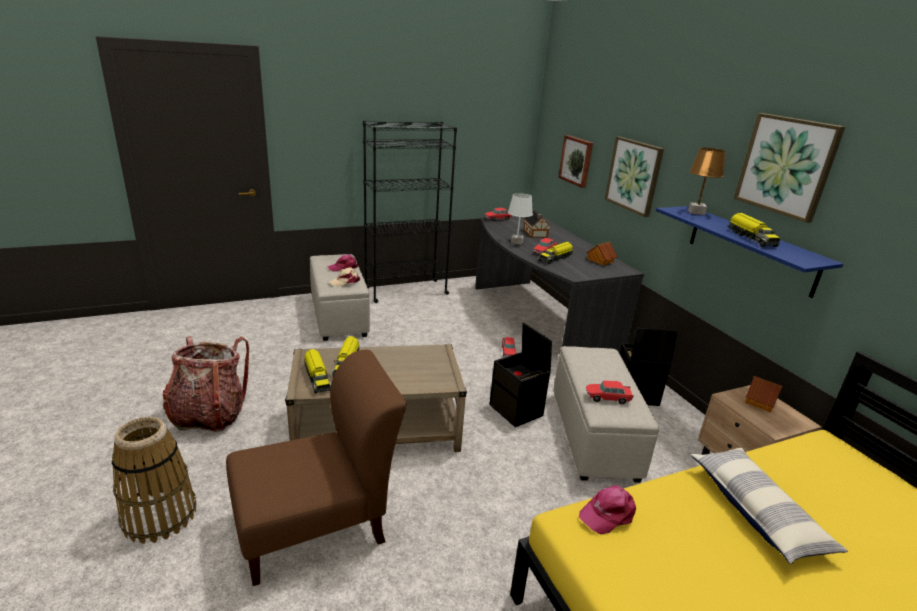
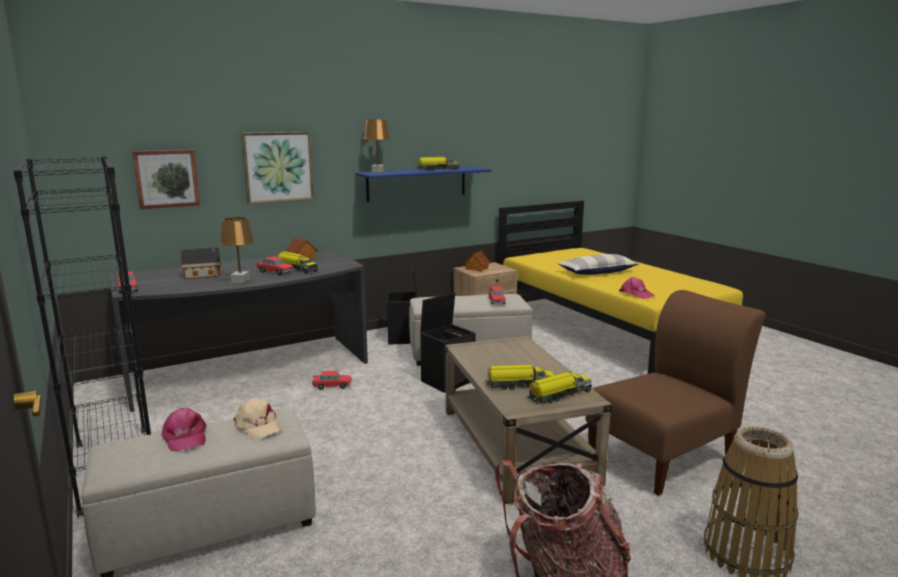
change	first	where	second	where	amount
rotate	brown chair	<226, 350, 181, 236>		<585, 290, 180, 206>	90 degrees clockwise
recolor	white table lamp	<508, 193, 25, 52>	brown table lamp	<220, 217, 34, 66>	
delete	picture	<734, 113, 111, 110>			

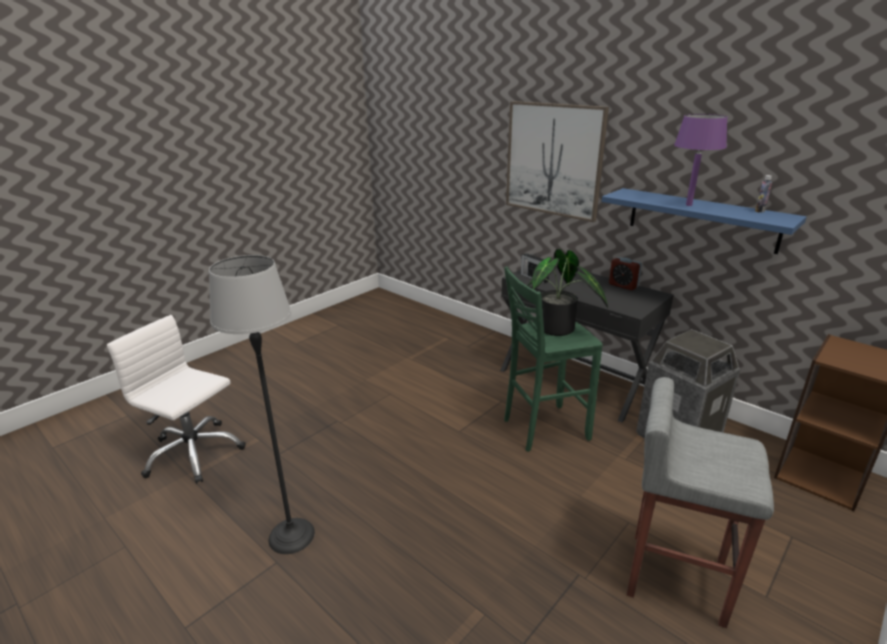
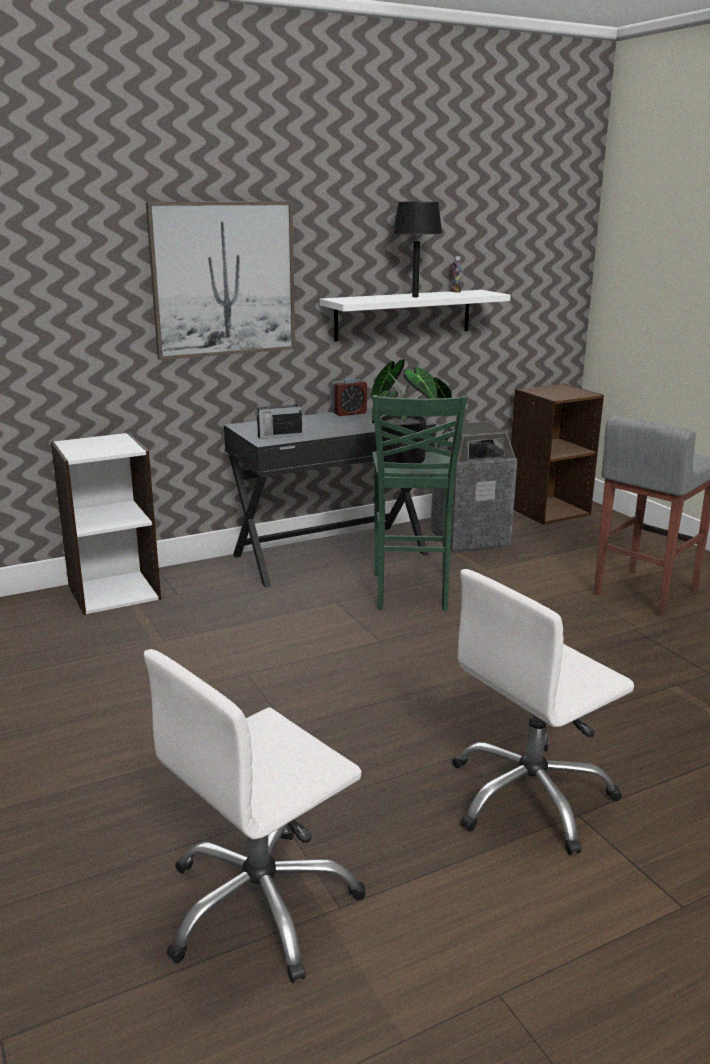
change	first	where	second	where	amount
replace	floor lamp	<209, 255, 106, 299>	white office chair	<452, 569, 182, 286>	
recolor	blue shelf	<602, 188, 205, 66>	white shelf	<320, 290, 191, 51>	
recolor	purple table lamp	<674, 114, 54, 92>	black table lamp	<392, 202, 50, 95>	
insert			white bookcase	<51, 433, 110, 182>	

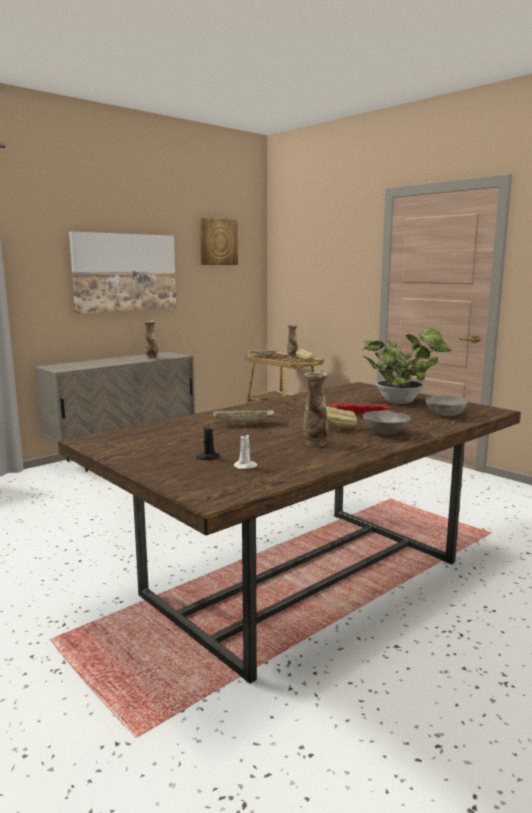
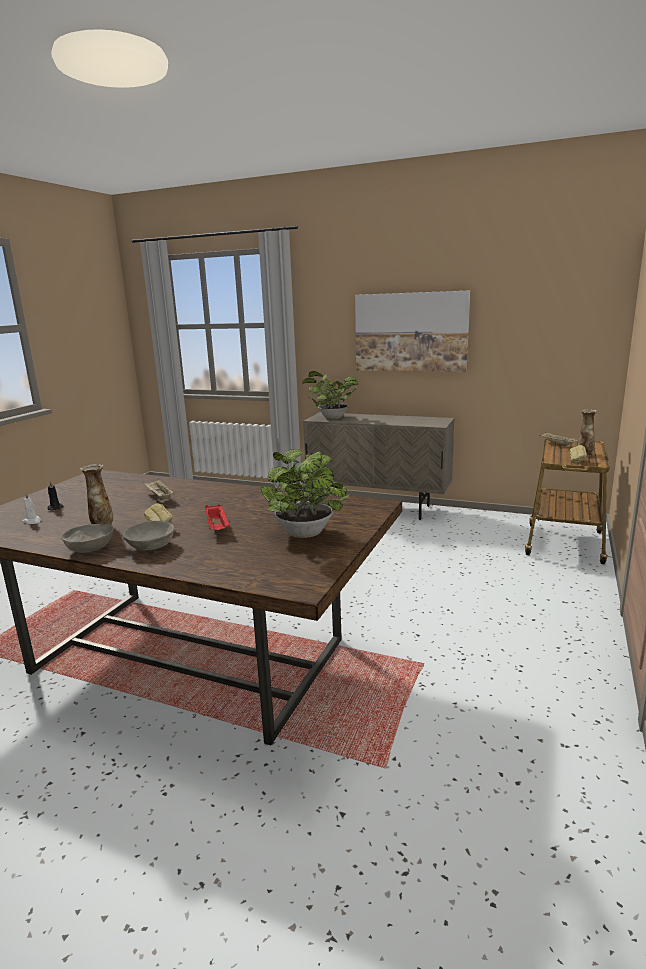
change	first	where	second	where	amount
delete	vase	<144, 321, 14, 38>			
delete	picture	<200, 218, 38, 47>			
move	grey bowl	<425, 396, 44, 20>		<62, 524, 52, 29>	
insert			potted plant	<302, 371, 57, 48>	

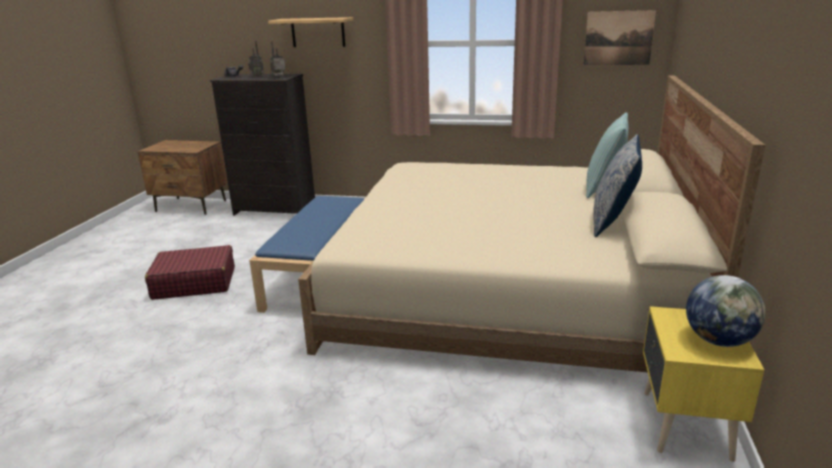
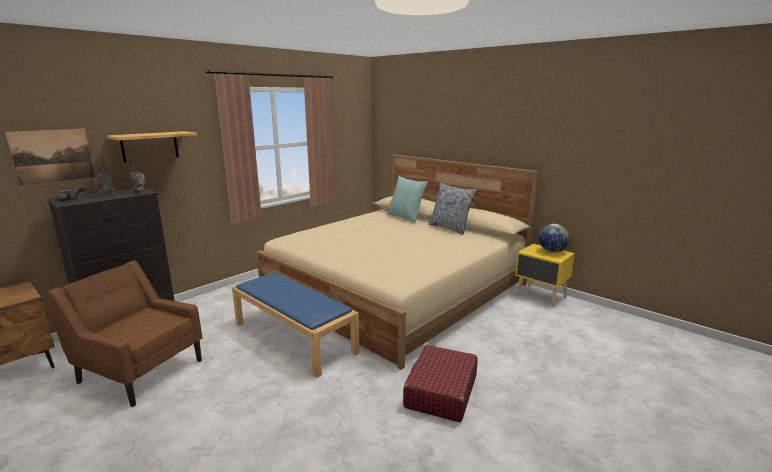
change	first	where	second	where	amount
move	red suitcase	<145, 245, 90, 55>		<403, 345, 75, 77>	
move	picture	<584, 10, 72, 55>		<5, 128, 90, 58>	
insert			brown armchair	<45, 261, 157, 146>	

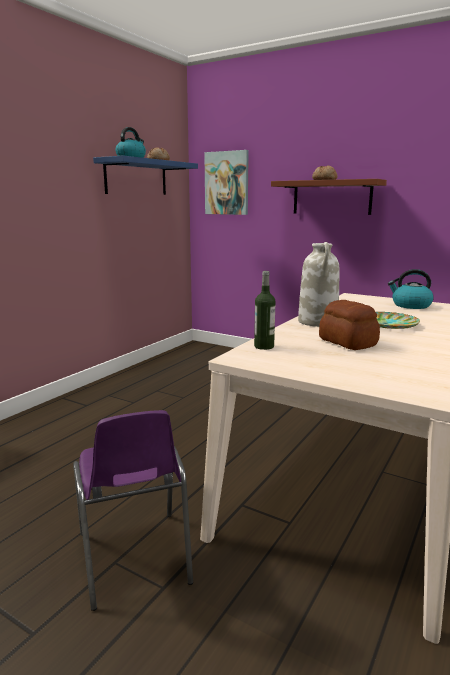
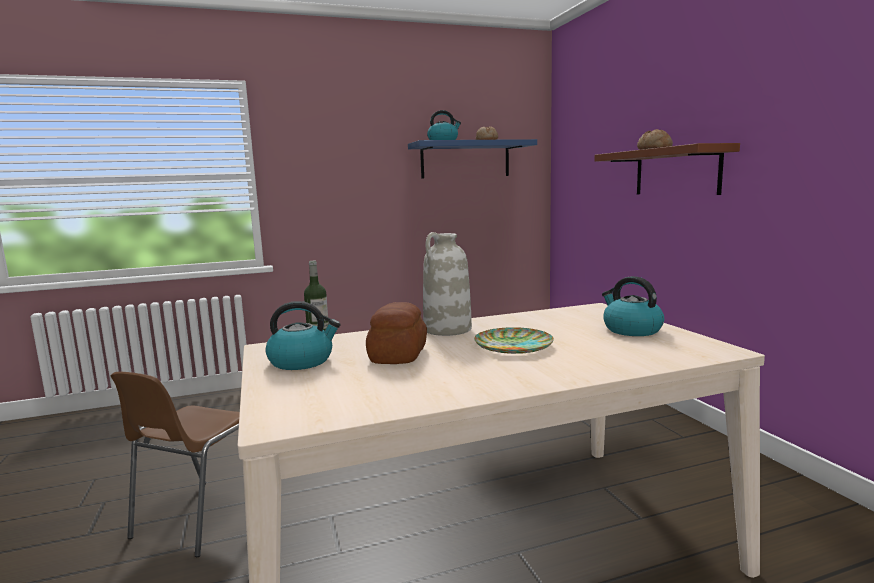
change	first	where	second	where	amount
recolor	purple chair	<73, 410, 120, 201>	brown chair	<111, 372, 129, 185>	
delete	picture	<204, 150, 45, 65>			
insert			kettle	<266, 301, 75, 69>	

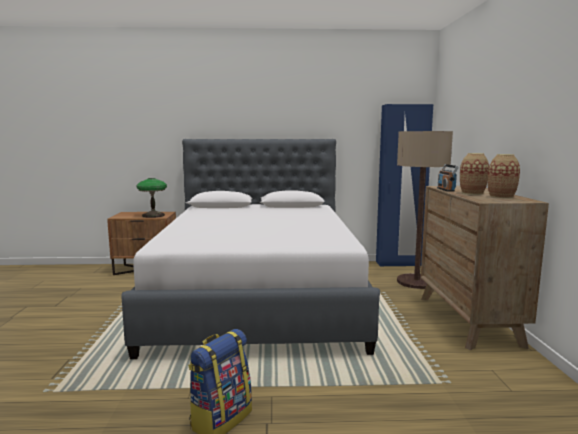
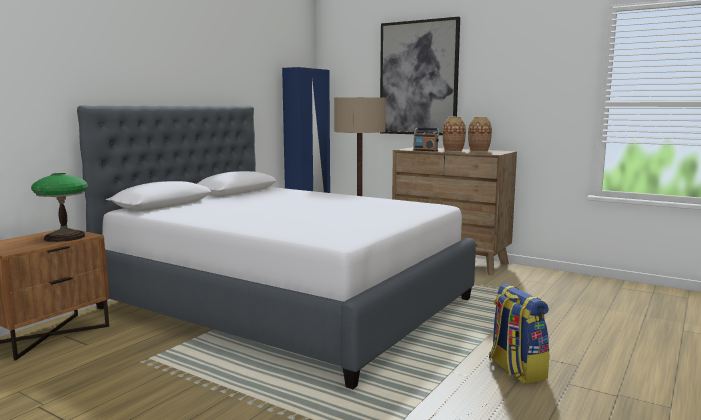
change	first	where	second	where	amount
insert			picture	<380, 17, 80, 118>	

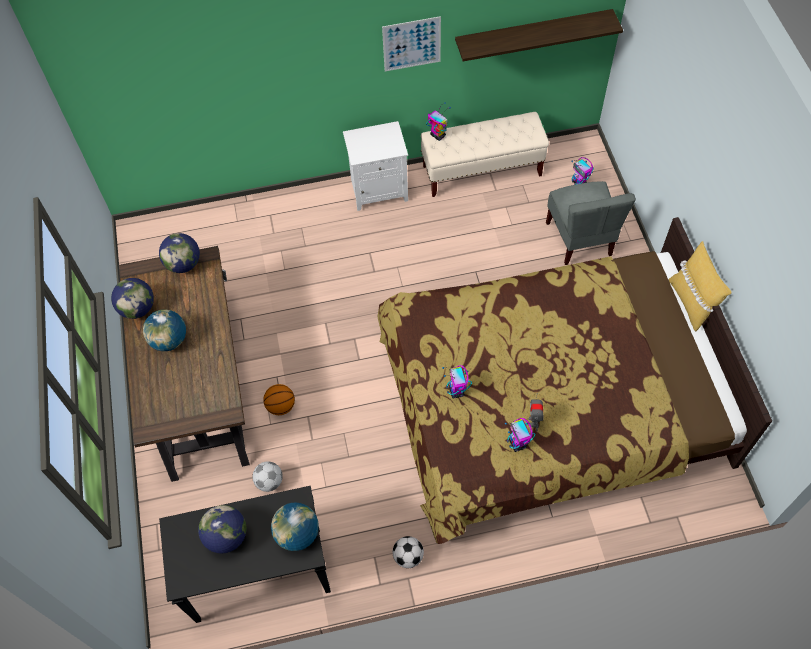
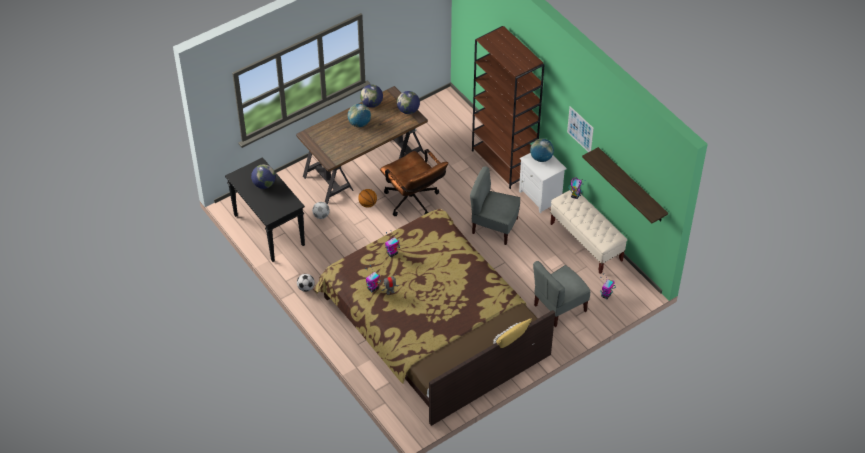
change	first	where	second	where	amount
move	globe	<271, 503, 48, 48>		<530, 138, 24, 24>	
insert			brown office chair	<380, 149, 68, 67>	
insert			grey chair	<470, 166, 50, 79>	
insert			brown bookcase	<472, 26, 73, 163>	

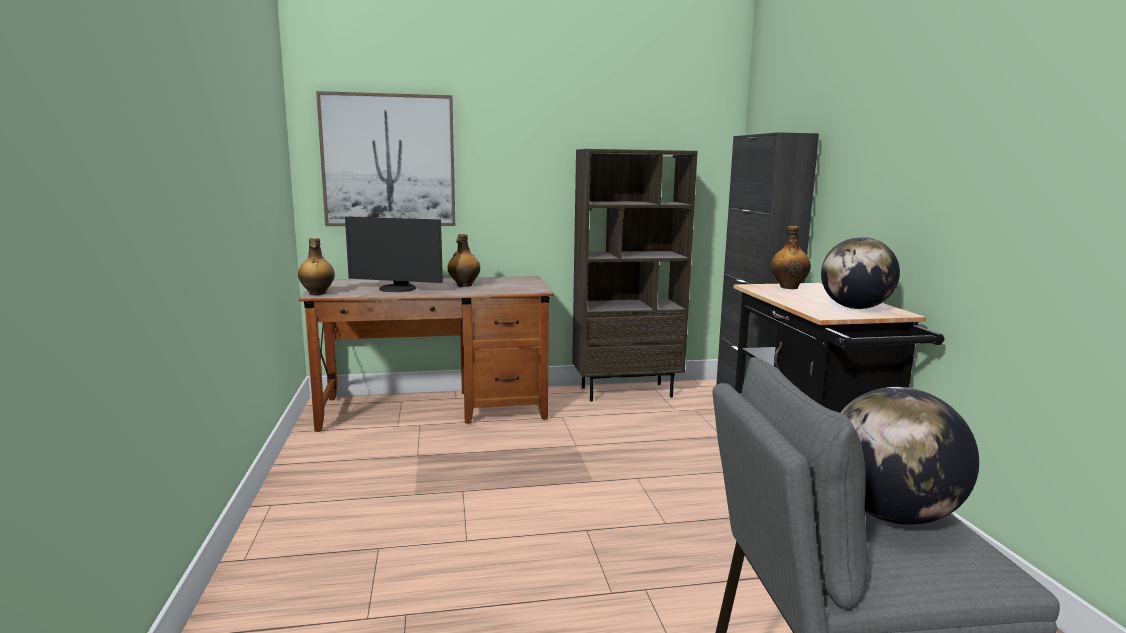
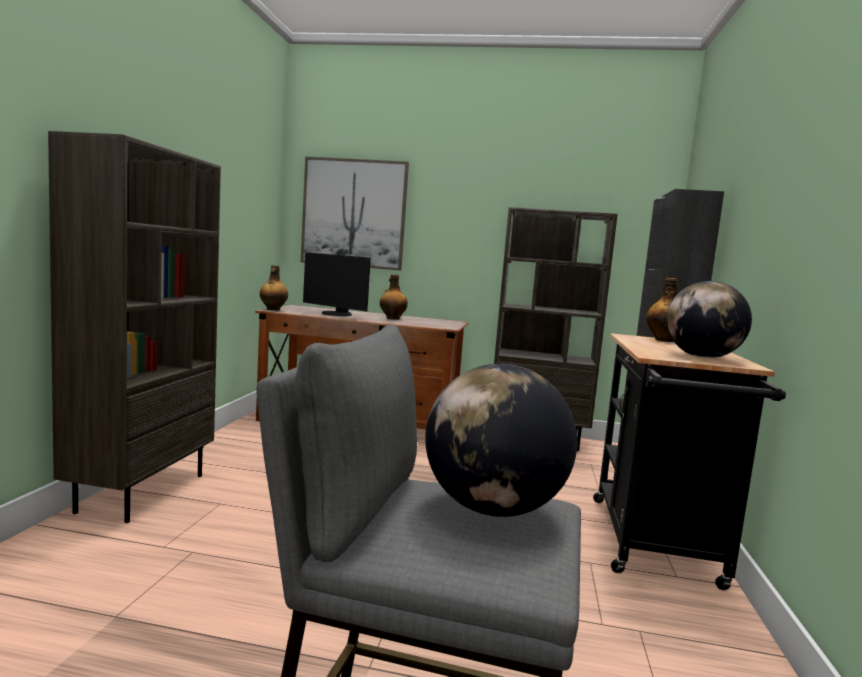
change	first	where	second	where	amount
insert			brown bookcase	<48, 131, 173, 392>	

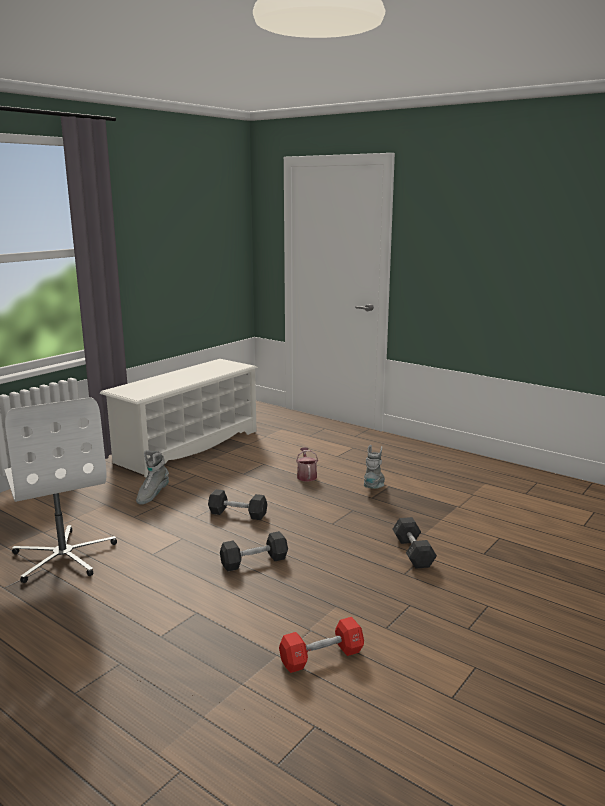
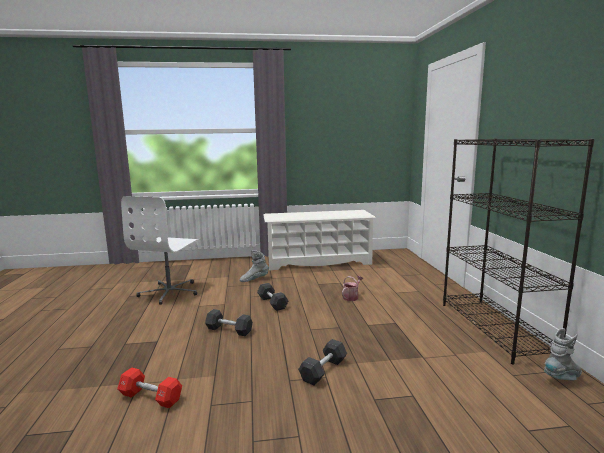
change	first	where	second	where	amount
move	grey boot	<364, 445, 21, 44>		<544, 328, 38, 52>	
insert			black bookcase	<443, 139, 152, 226>	

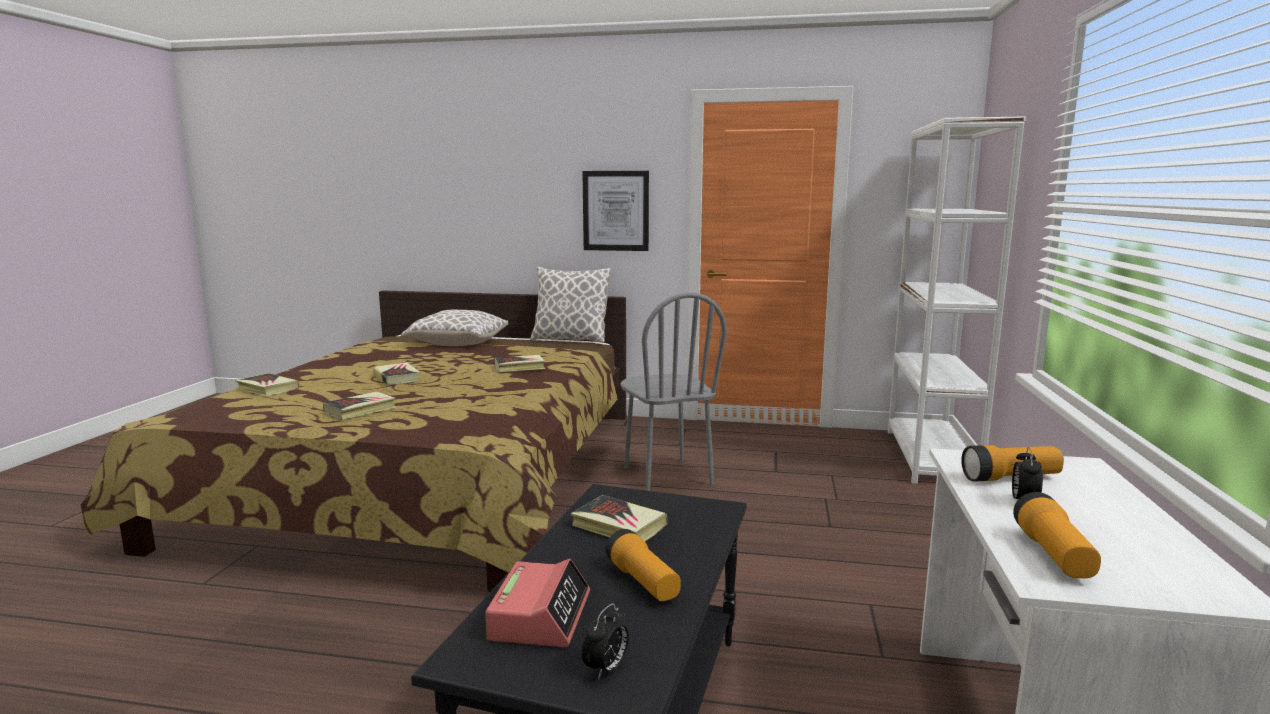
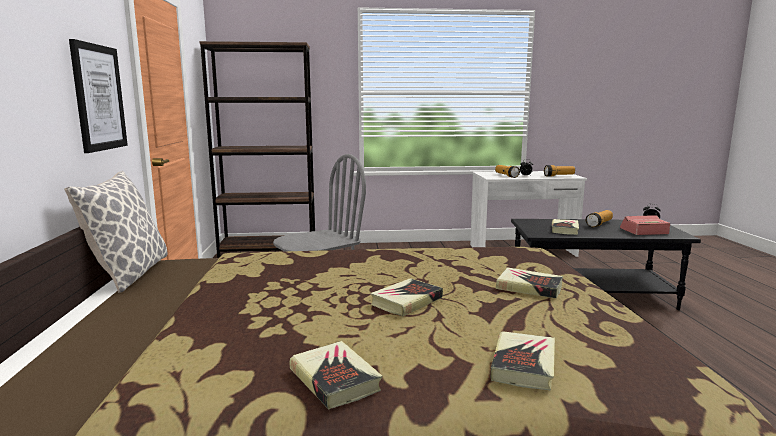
change	first	where	second	where	amount
delete	pillow	<401, 310, 107, 36>			
move	book	<495, 355, 50, 17>		<290, 341, 93, 68>	
recolor	white bookcase	<888, 116, 138, 368>	brown bookcase	<200, 41, 115, 217>	

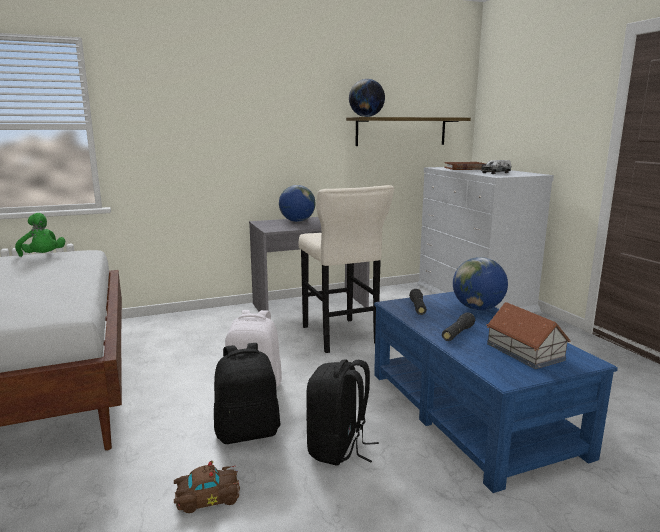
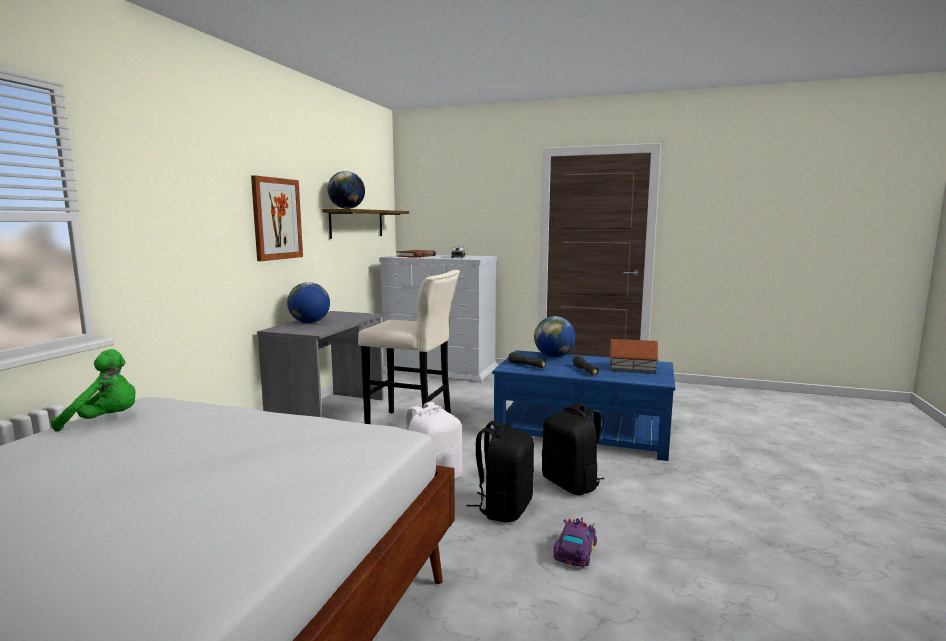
change	first	where	second	where	amount
recolor	brown toy car	<174, 460, 66, 53>	purple toy car	<553, 517, 44, 50>	
insert			picture	<251, 175, 52, 86>	

